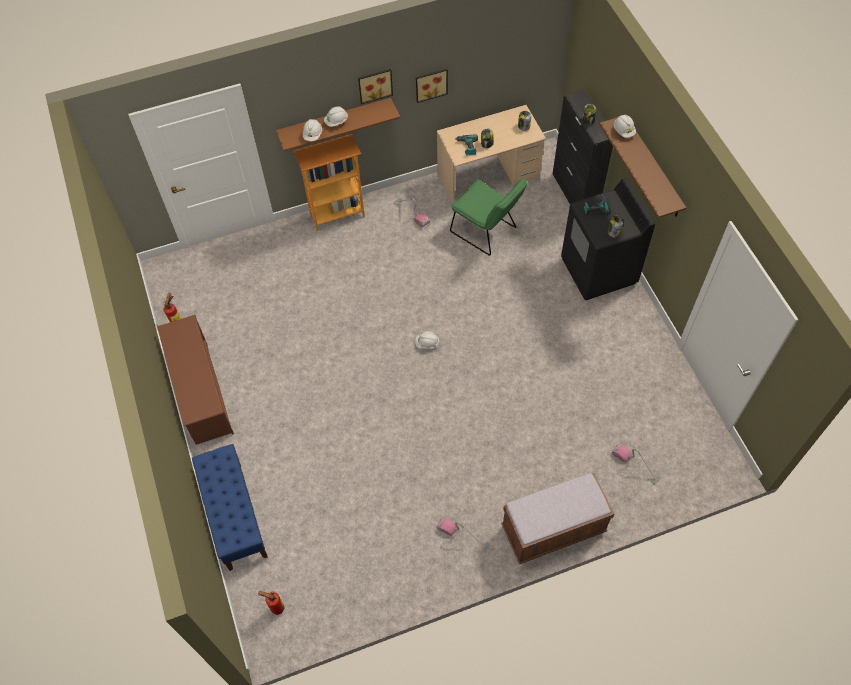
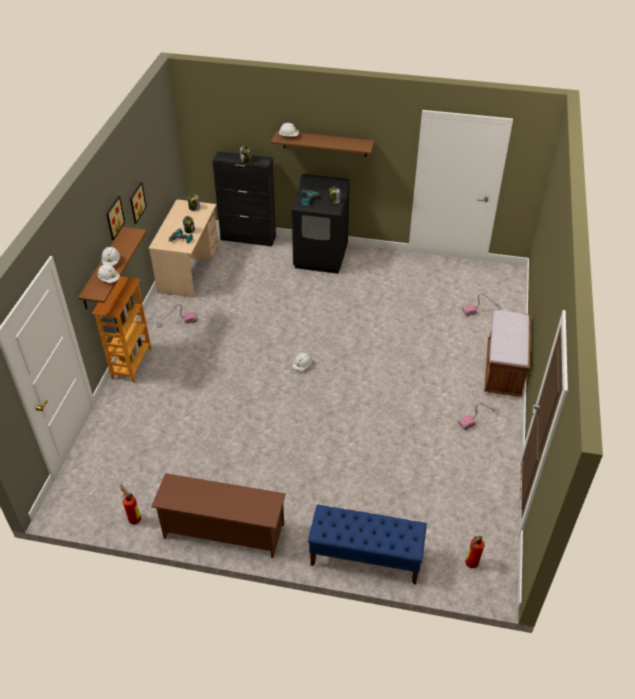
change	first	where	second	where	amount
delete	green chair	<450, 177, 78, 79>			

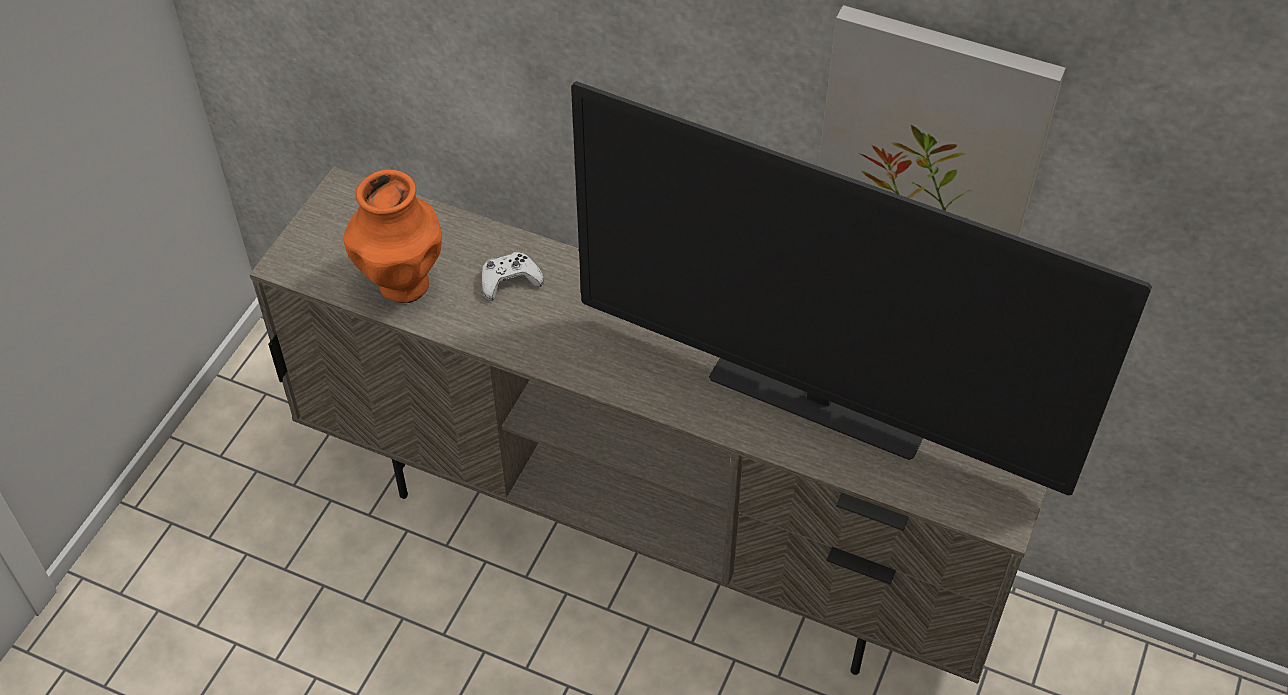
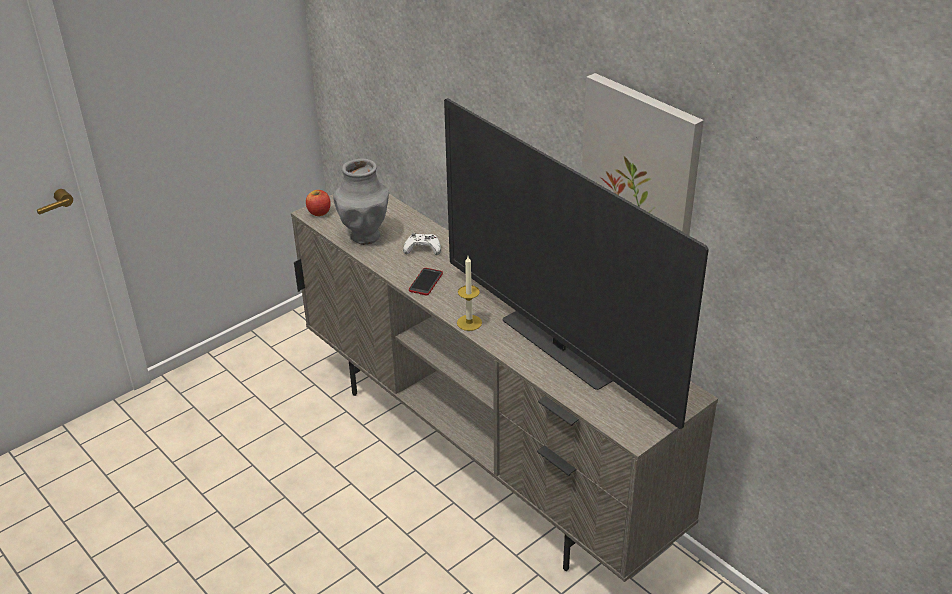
change	first	where	second	where	amount
recolor	orange vase	<343, 169, 99, 134>	grey vase	<333, 158, 56, 87>	
insert			apple	<306, 190, 25, 26>	
insert			phone	<409, 268, 34, 27>	
insert			candle	<457, 256, 25, 75>	

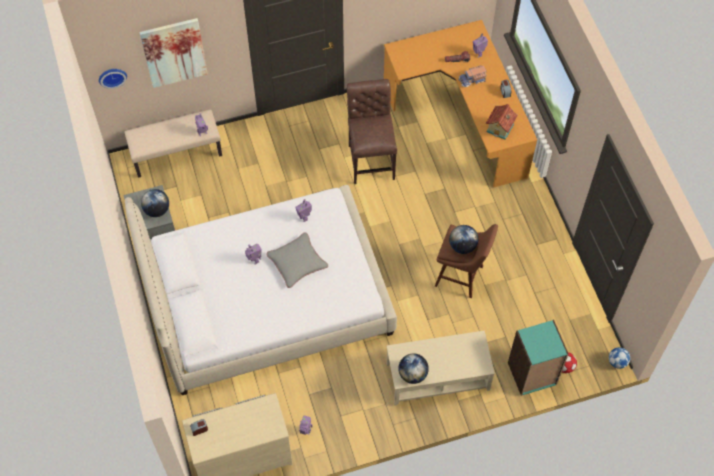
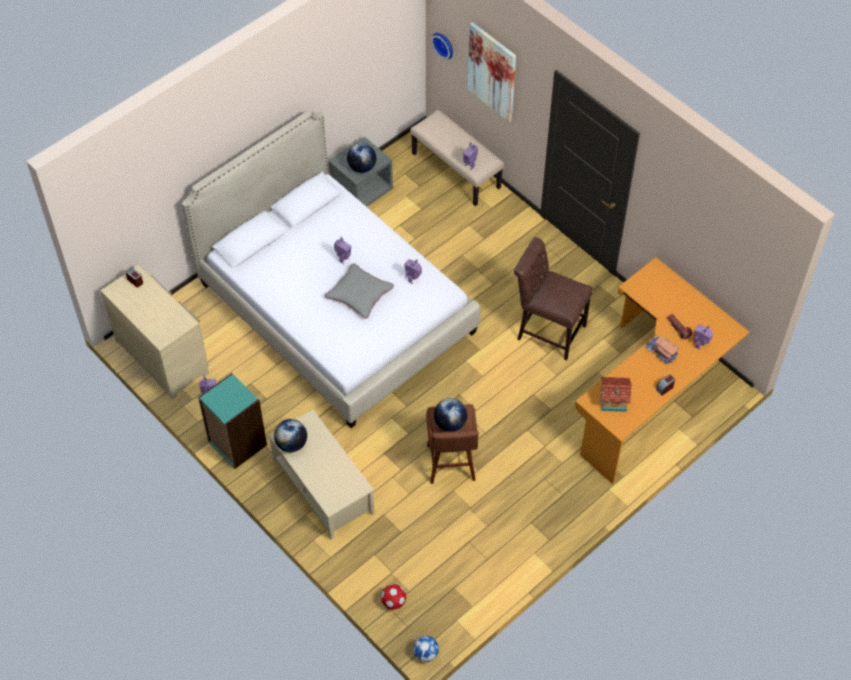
change	first	where	second	where	amount
rotate	brown chair	<347, 79, 50, 105>		<514, 237, 79, 124>	120 degrees counterclockwise
move	turquoise bookcase	<508, 320, 60, 76>		<198, 373, 69, 96>	

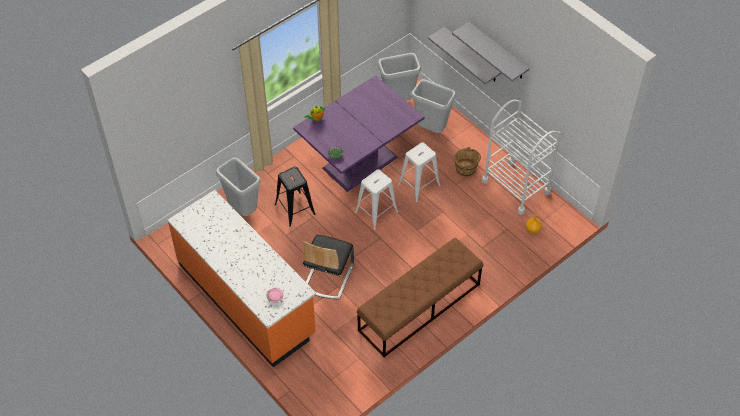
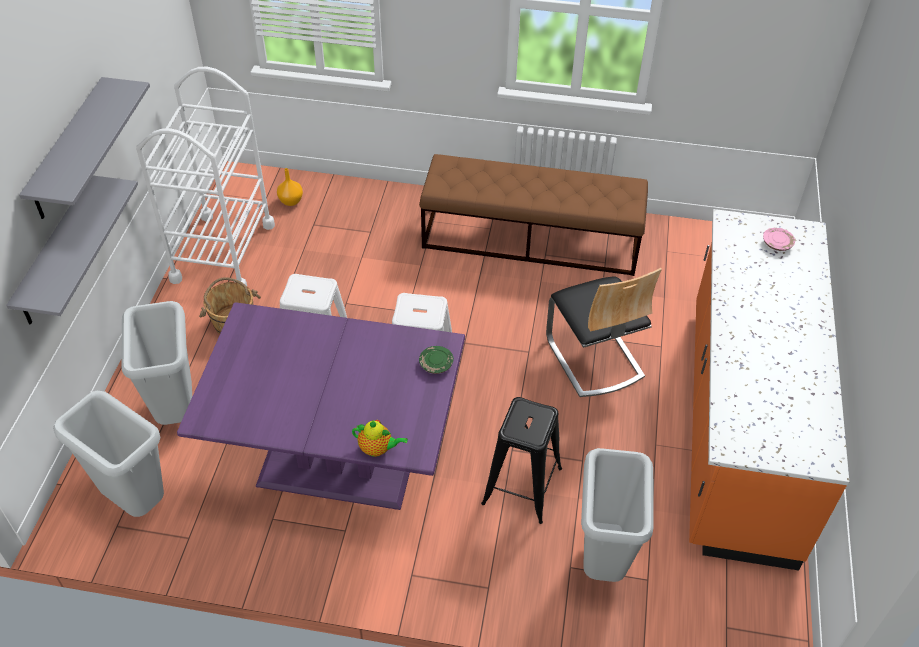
change	first	where	second	where	amount
rotate	chair	<303, 235, 51, 65>		<546, 268, 116, 129>	90 degrees clockwise

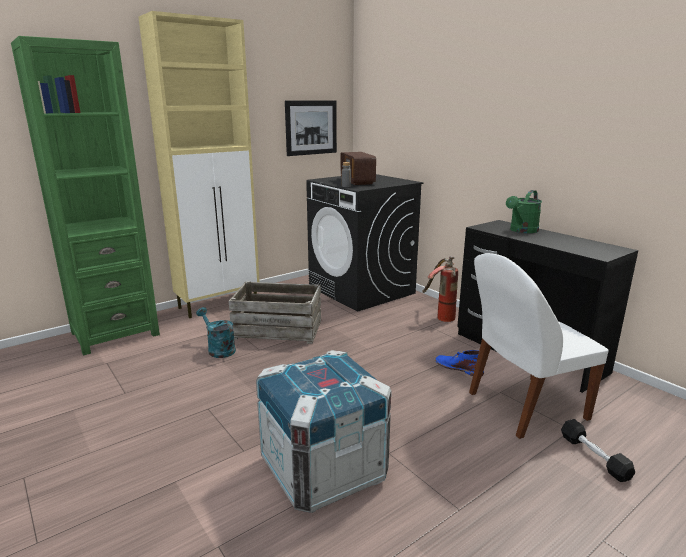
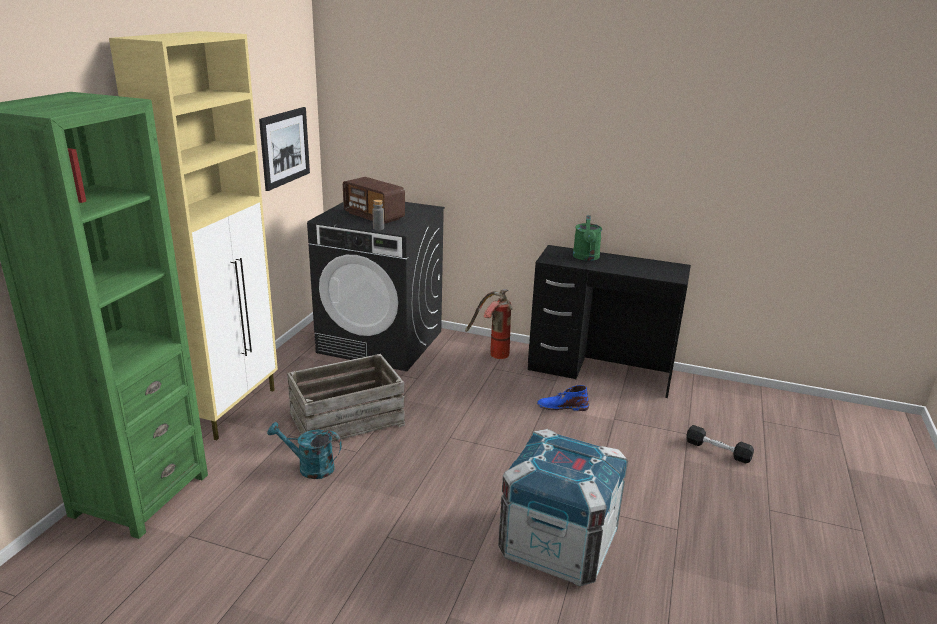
change	first	where	second	where	amount
delete	white chair	<469, 253, 140, 186>			

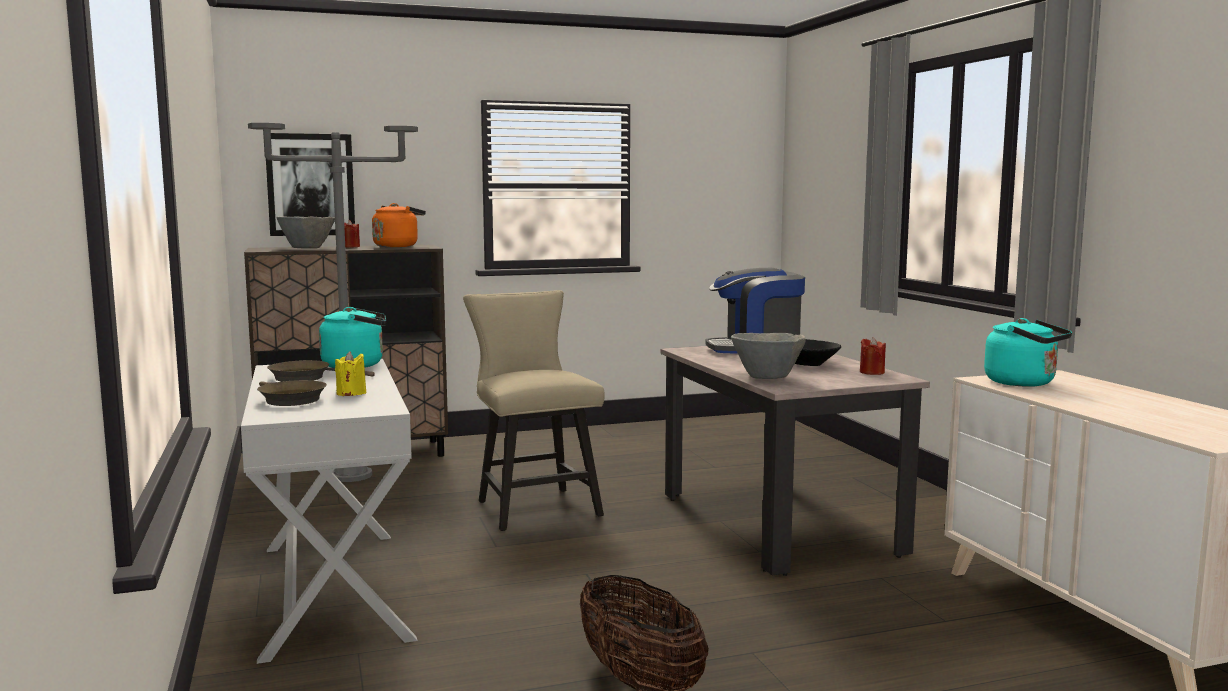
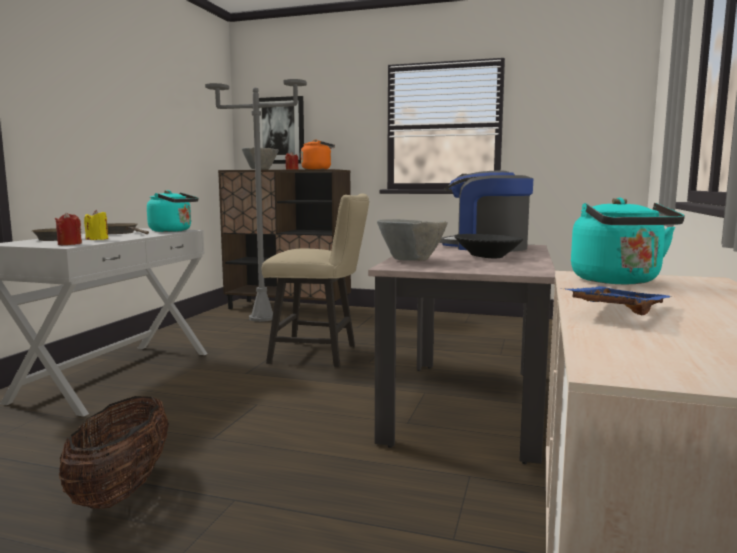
change	first	where	second	where	amount
rotate	beige chair	<463, 290, 142, 241>		<262, 193, 107, 174>	90 degrees clockwise
move	red candle	<860, 337, 26, 38>		<55, 212, 27, 33>	
insert			blue tray	<561, 286, 113, 29>	

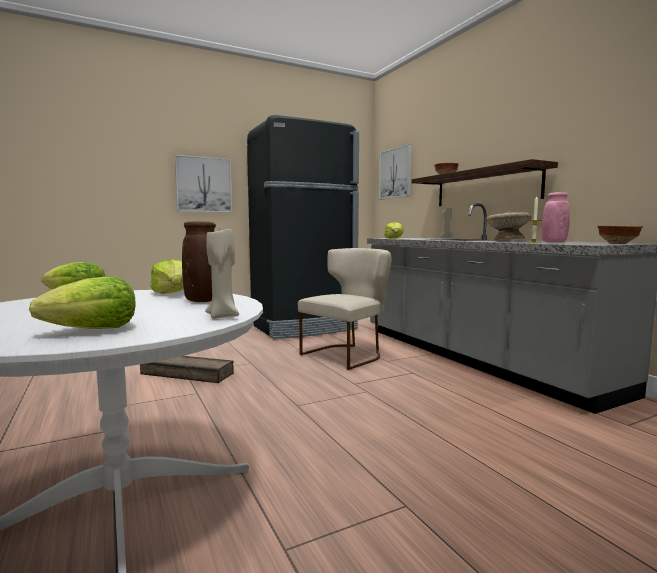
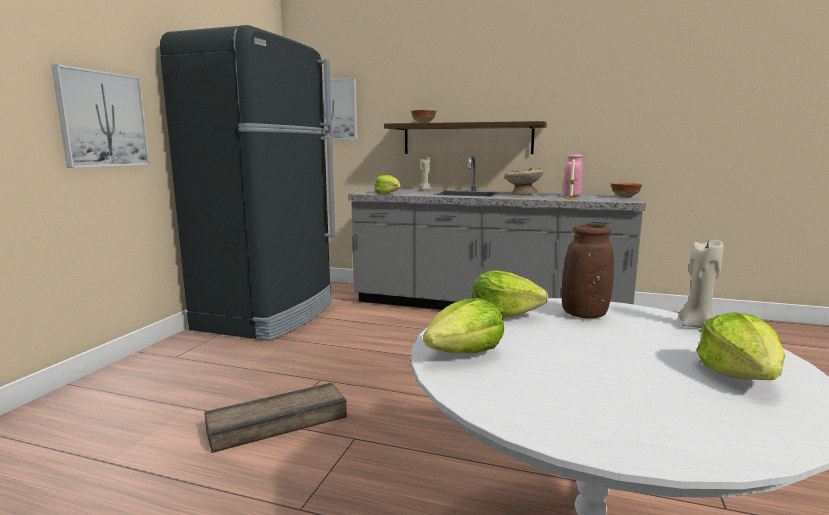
change	first	where	second	where	amount
delete	beige chair	<298, 248, 94, 122>			

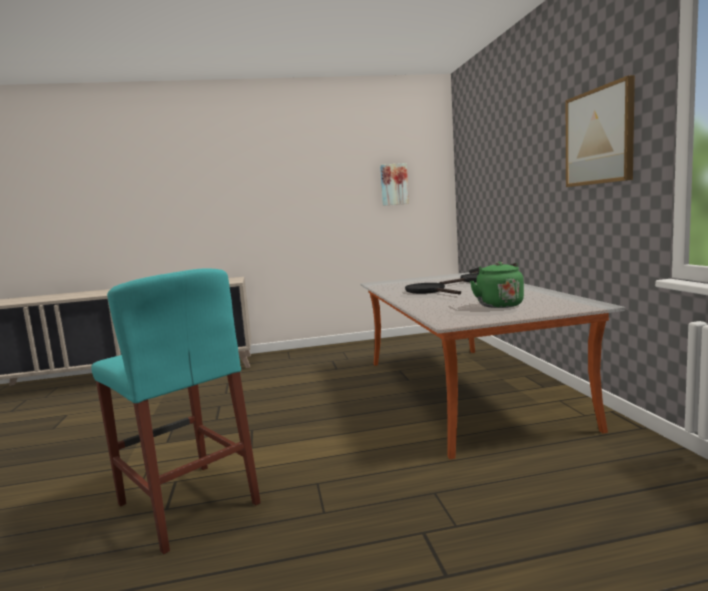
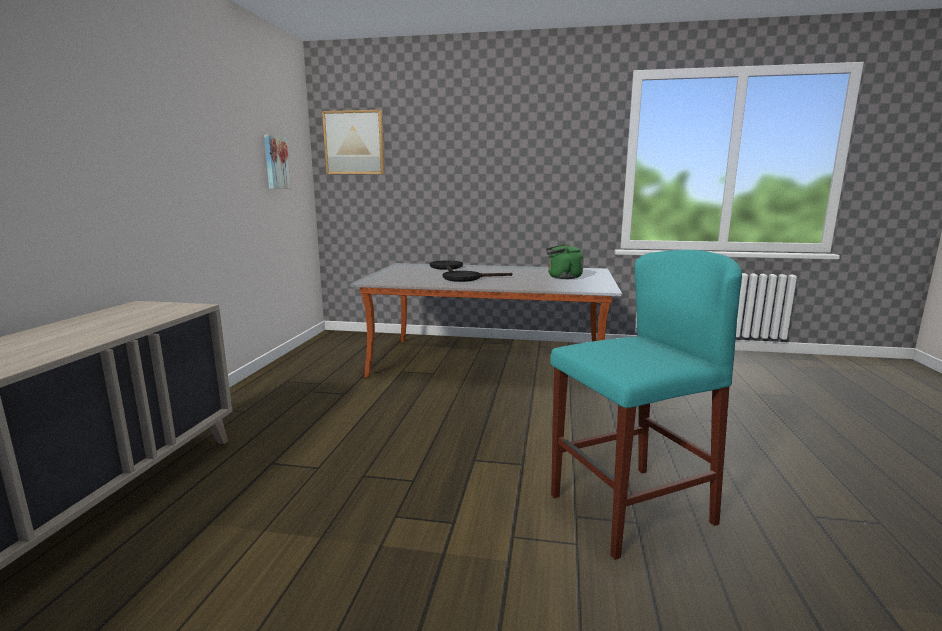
change	first	where	second	where	amount
move	picture	<566, 75, 69, 112>		<322, 110, 63, 64>	

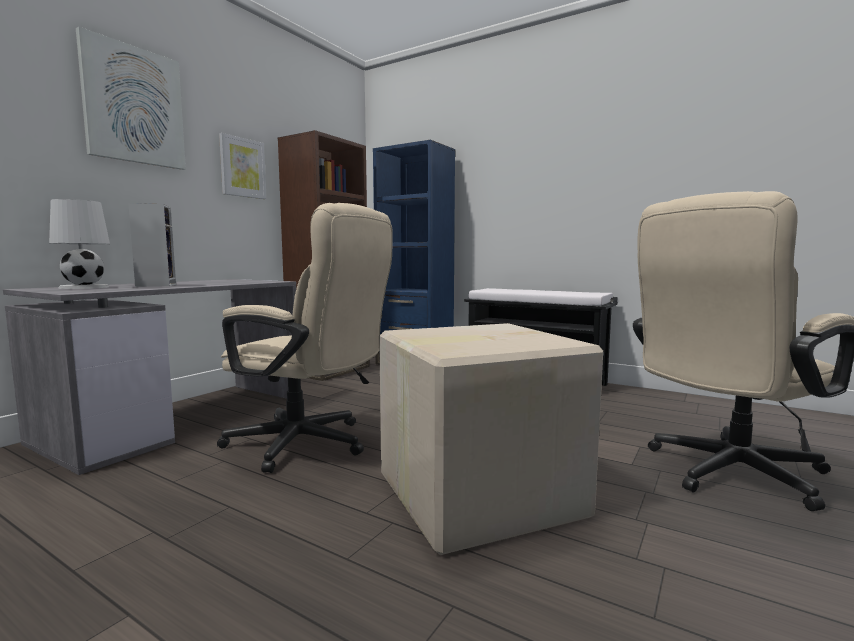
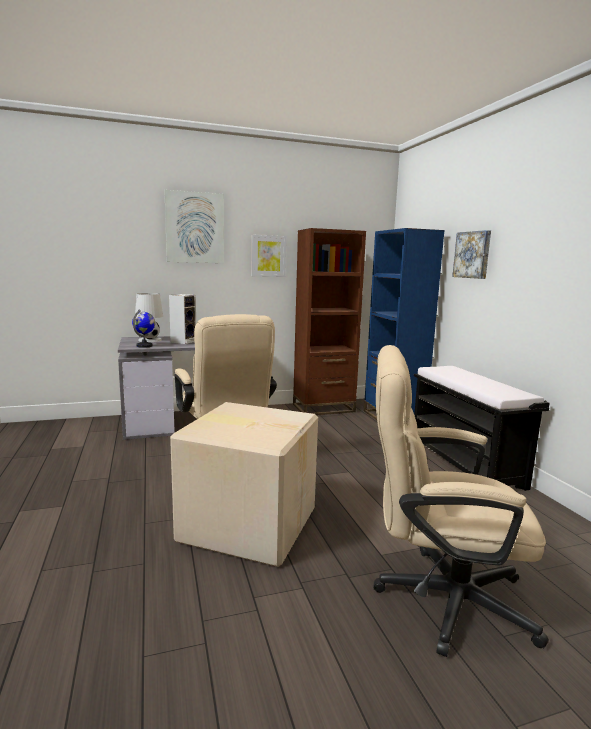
change	first	where	second	where	amount
insert			globe	<132, 309, 23, 39>	
insert			picture	<452, 230, 39, 49>	

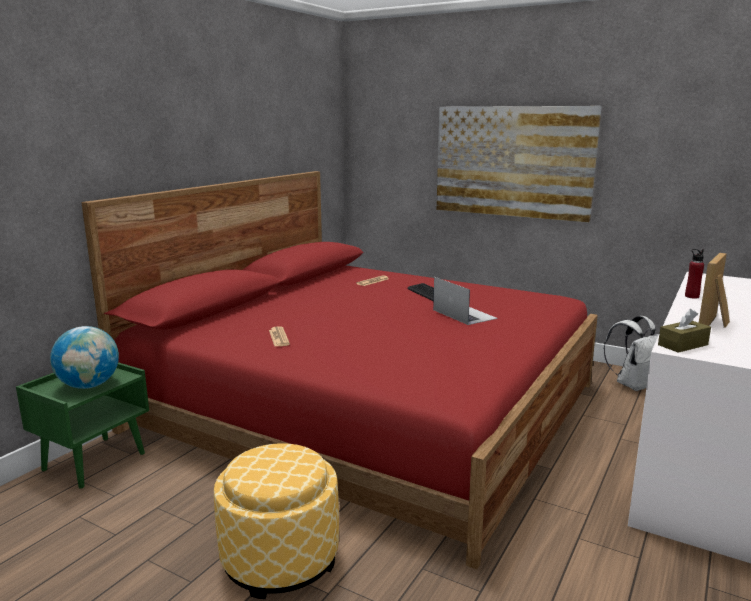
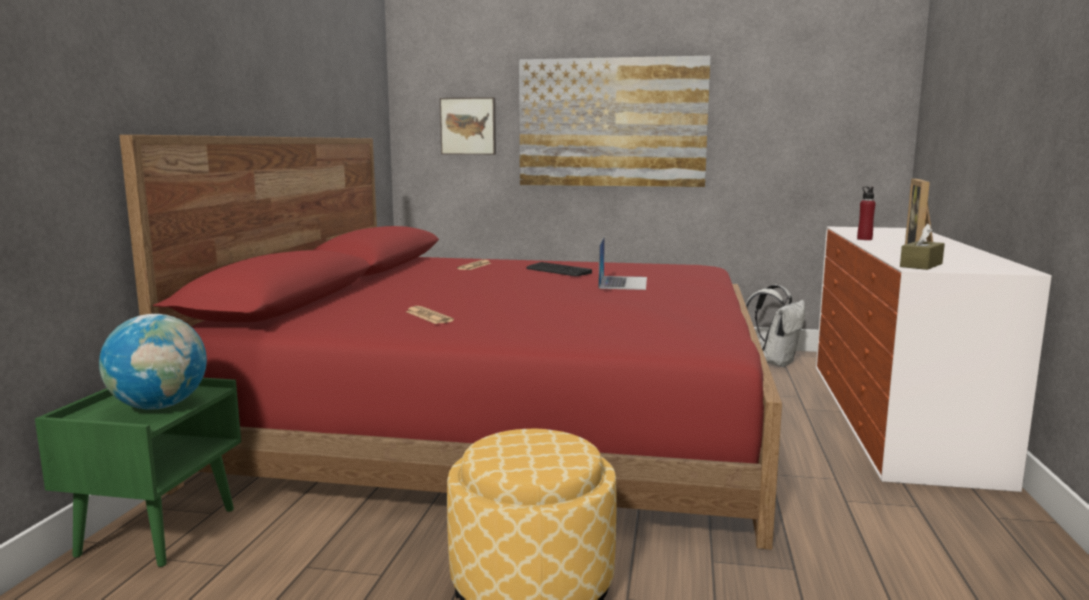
change	first	where	second	where	amount
rotate	laptop	<433, 277, 65, 48>		<598, 236, 49, 54>	60 degrees clockwise
insert			picture	<440, 97, 56, 58>	

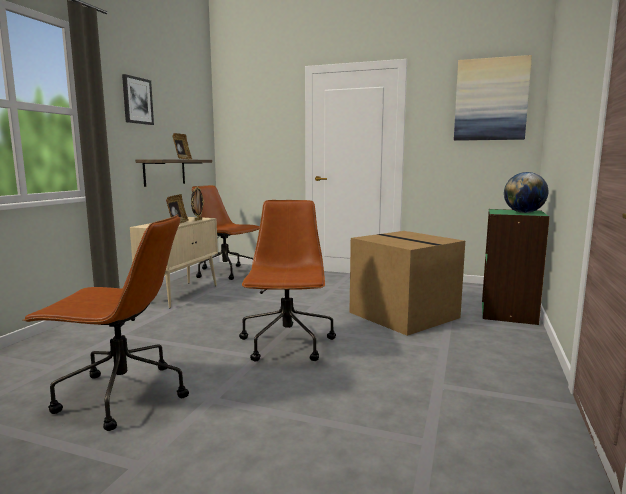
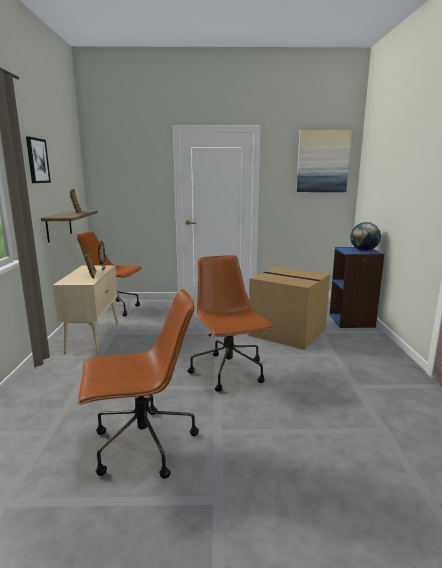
change	first	where	second	where	amount
recolor	green bookcase	<482, 209, 68, 116>	blue bookcase	<329, 247, 56, 81>	

